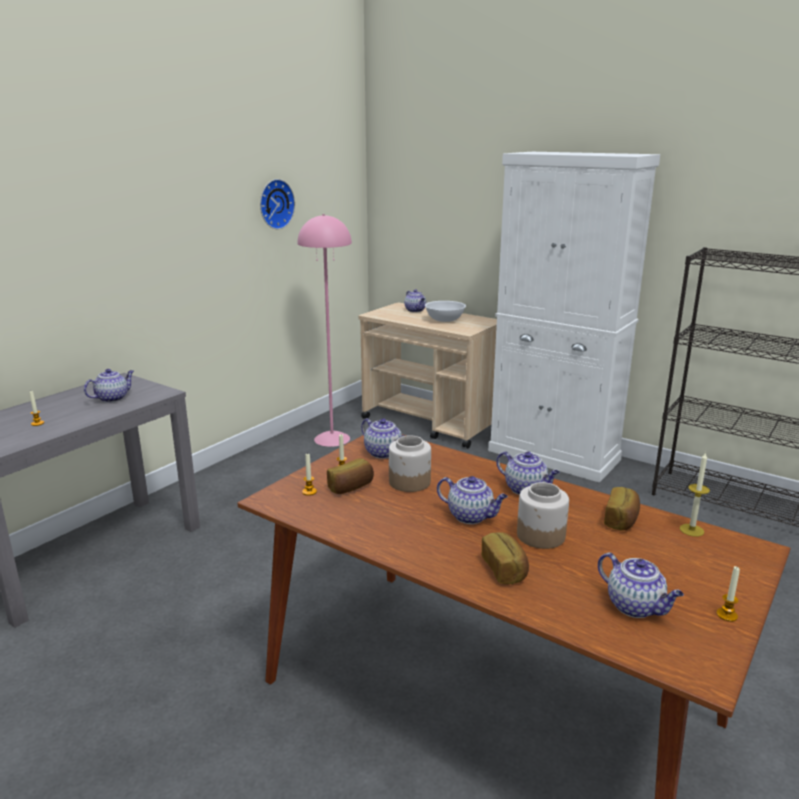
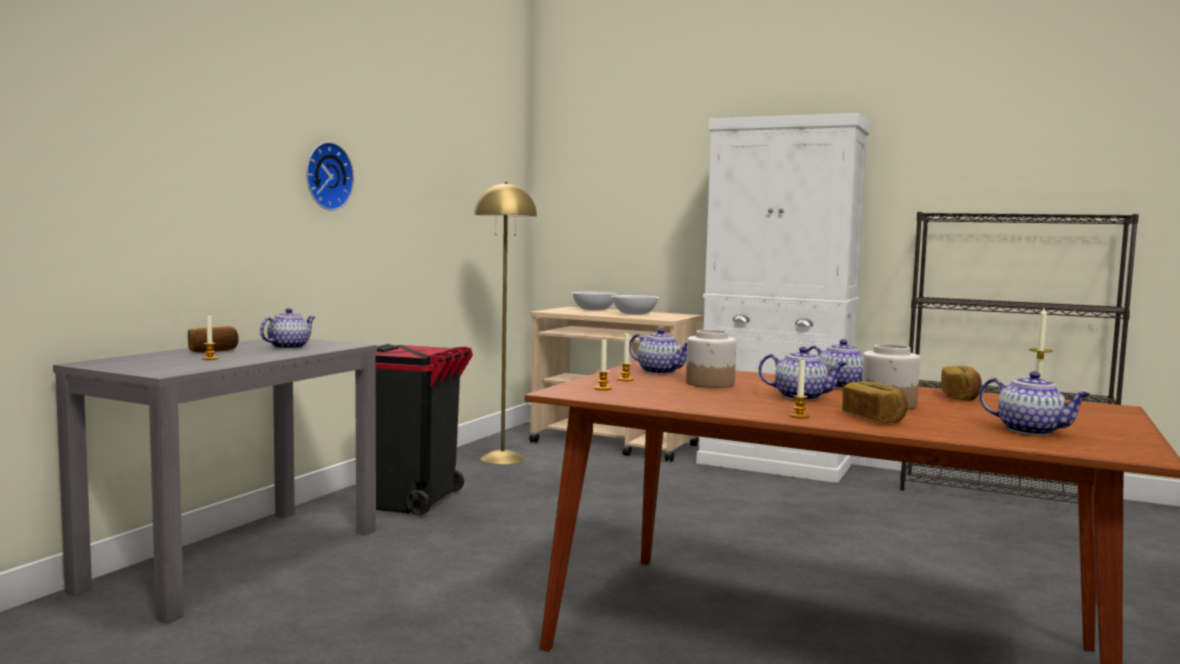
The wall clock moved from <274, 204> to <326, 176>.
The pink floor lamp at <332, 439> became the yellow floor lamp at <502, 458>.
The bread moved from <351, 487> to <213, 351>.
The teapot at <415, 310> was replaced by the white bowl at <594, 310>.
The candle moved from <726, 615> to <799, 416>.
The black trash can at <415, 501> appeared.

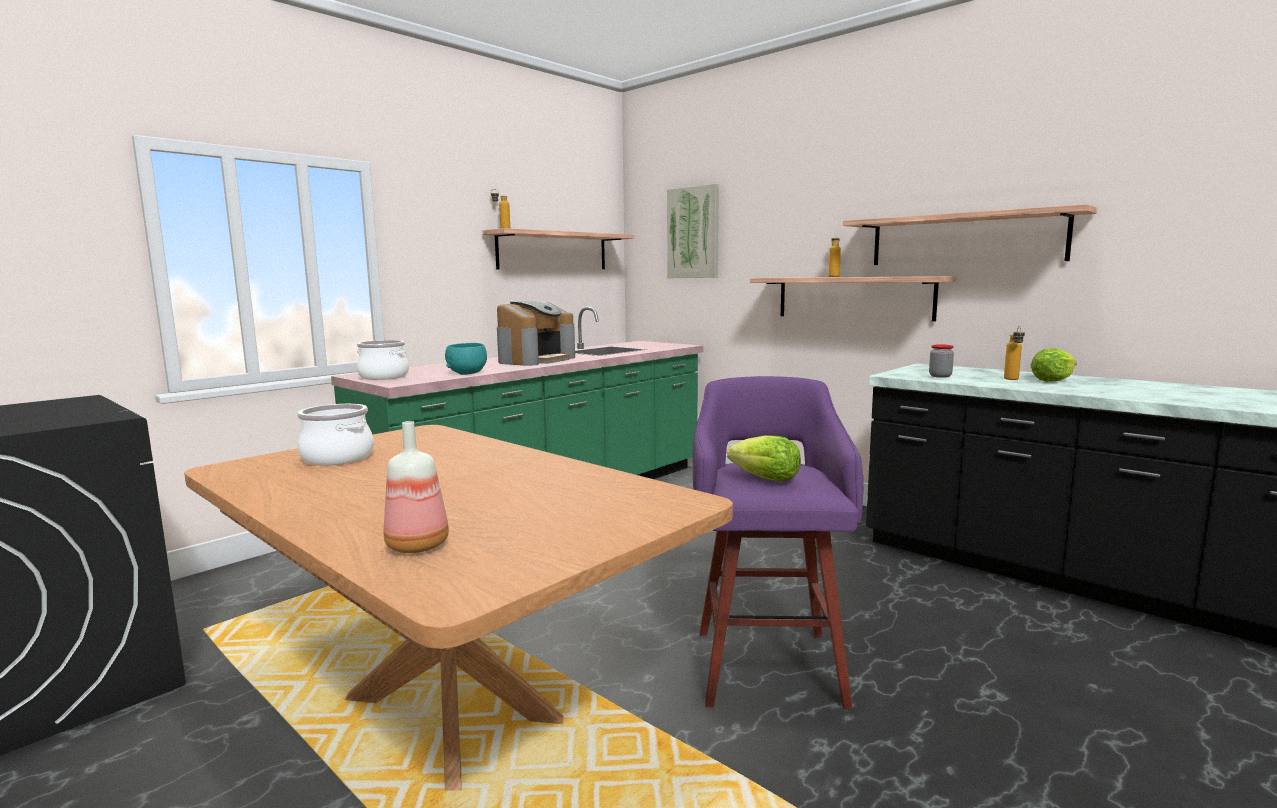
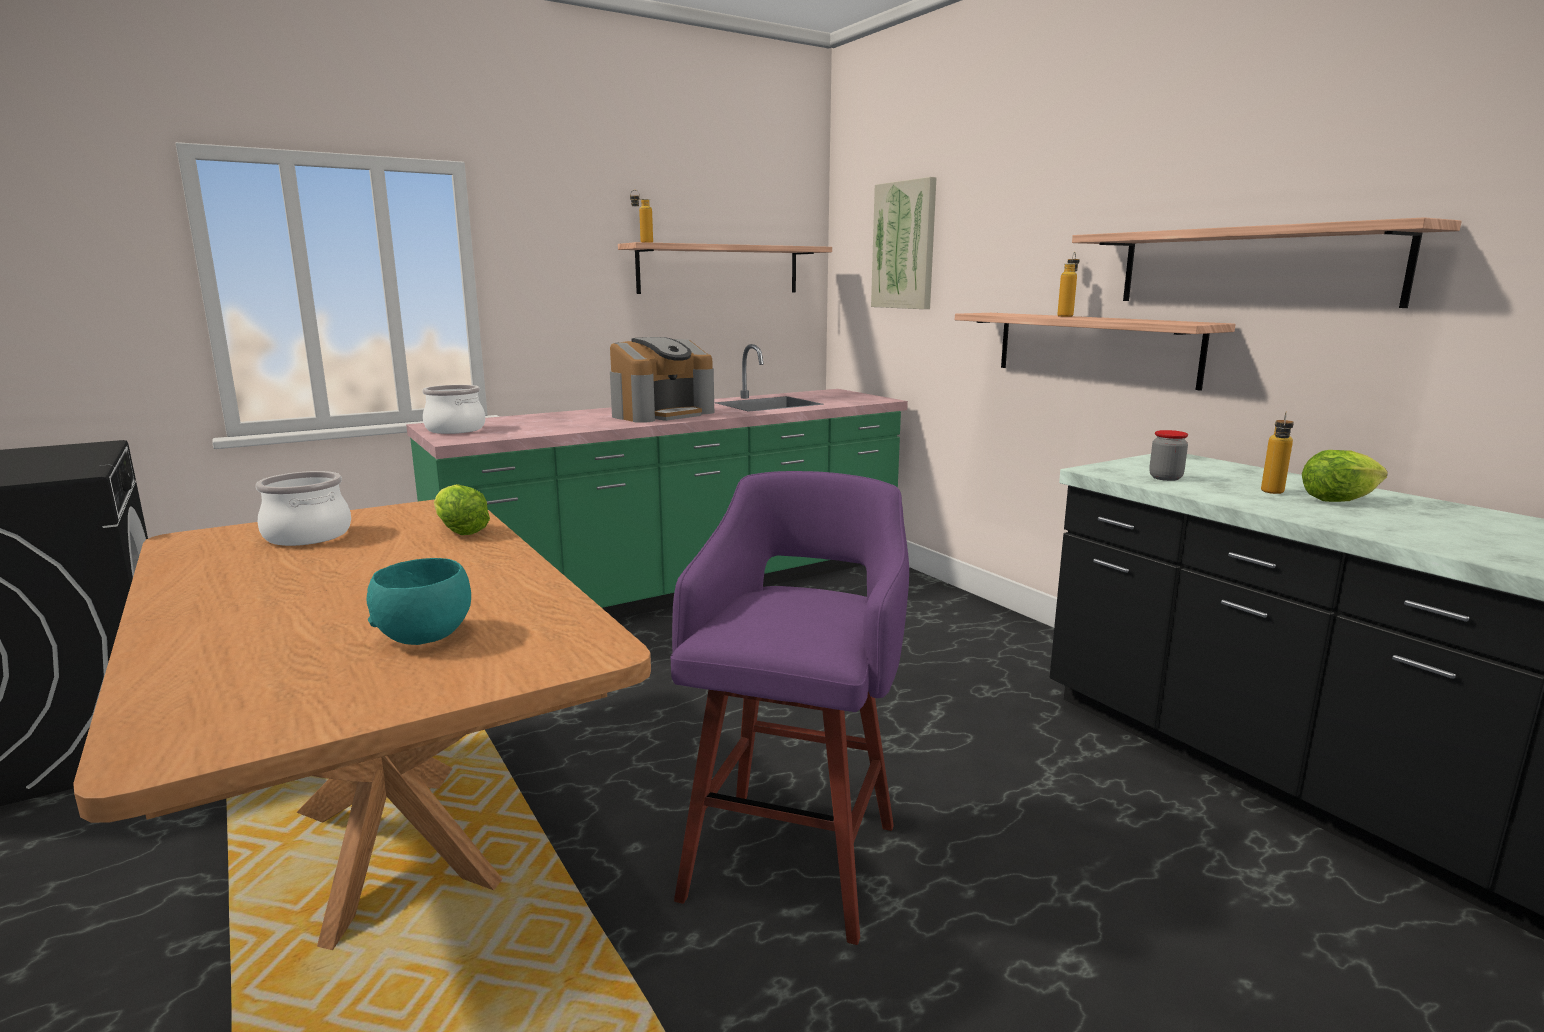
The bottle at <419, 546> disappeared.
The turquoise bowl moved from <467, 373> to <425, 636>.
The lettuce moved from <766, 479> to <460, 531>.

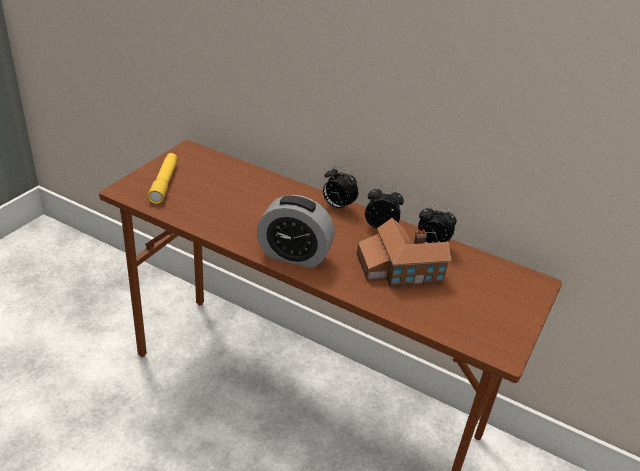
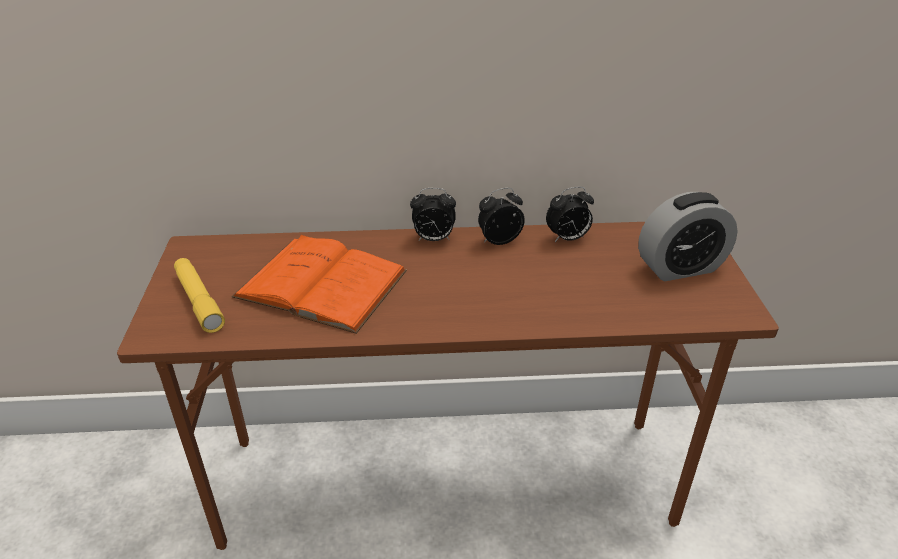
The alarm clock moved from <294, 255> to <680, 268>.
The toy house at <399, 269> disappeared.
The orange book at <321, 284> appeared.

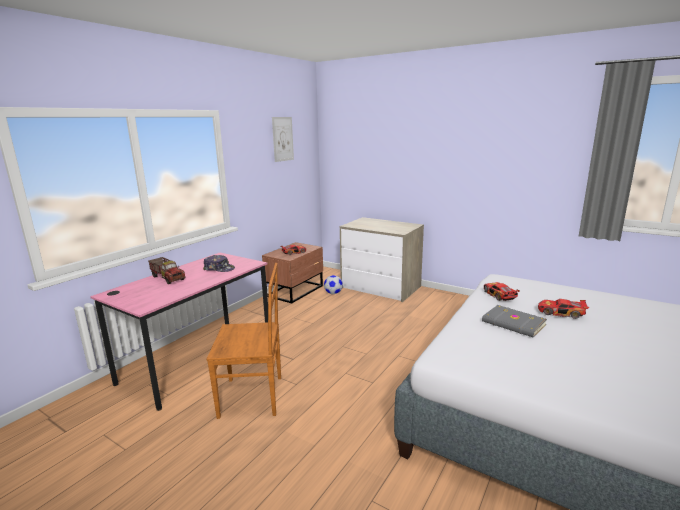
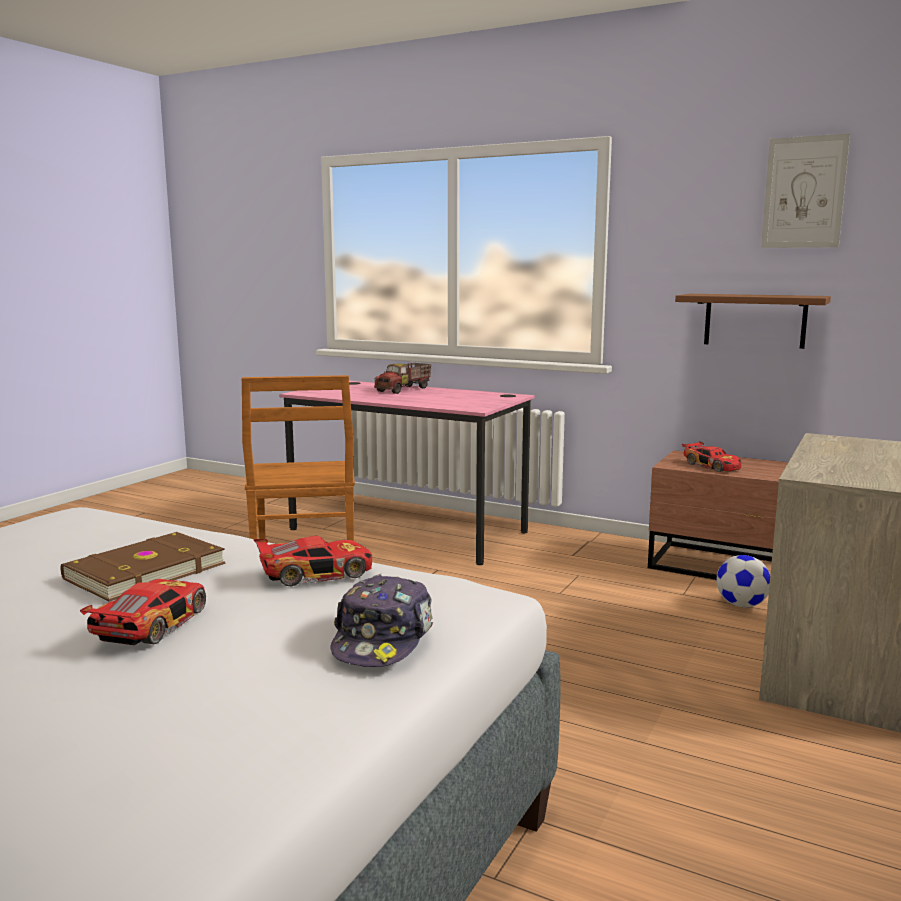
The cap moved from <219, 269> to <383, 639>.
The grey book at <513, 324> became the brown book at <143, 571>.
The brown shelf at <755, 320> appeared.

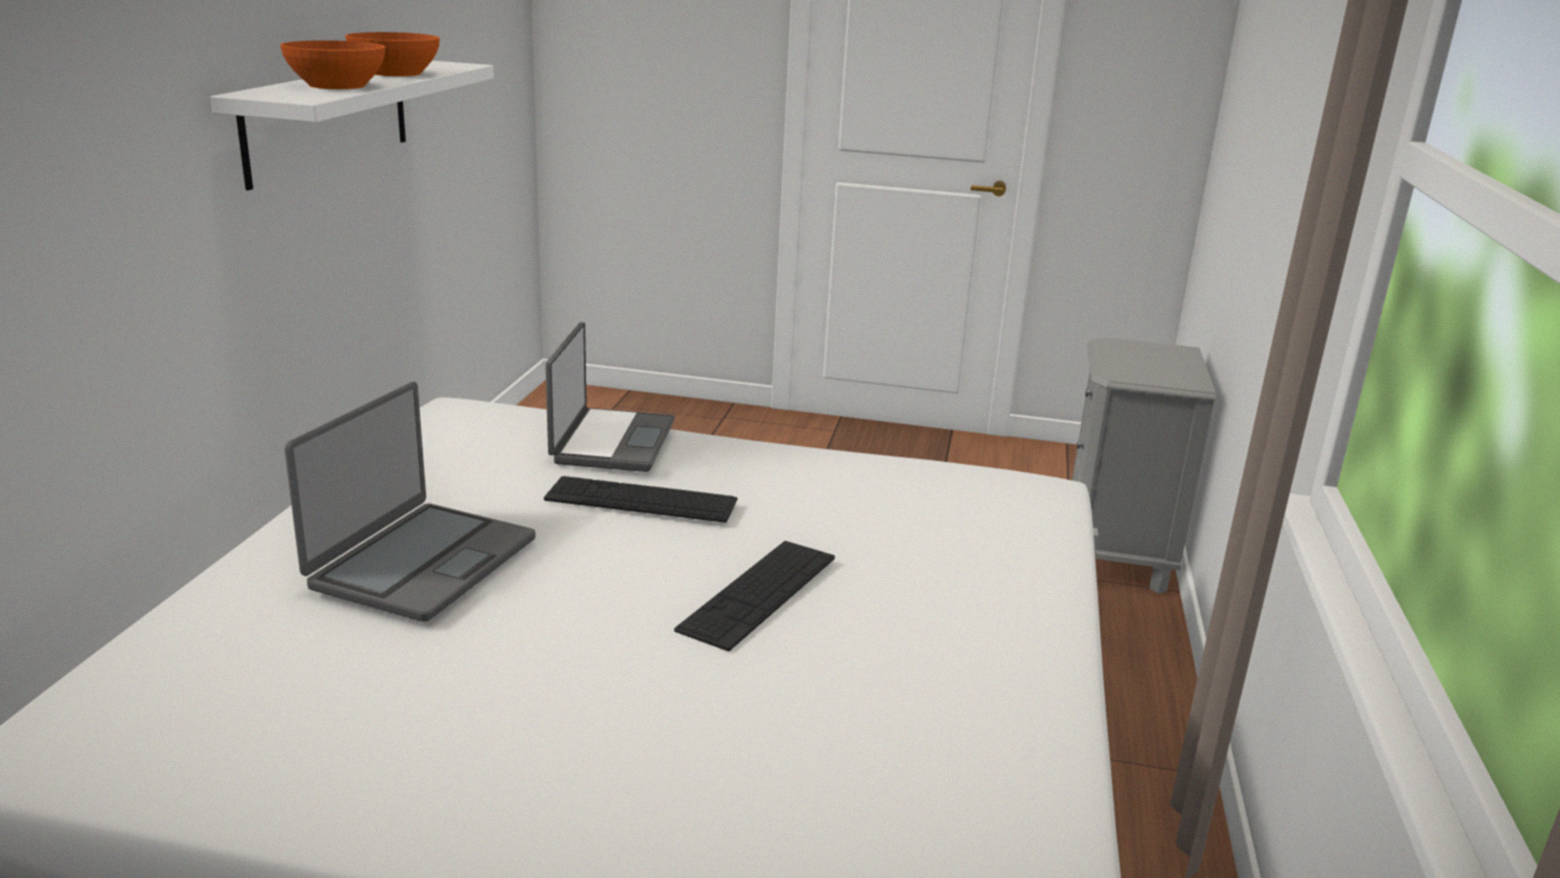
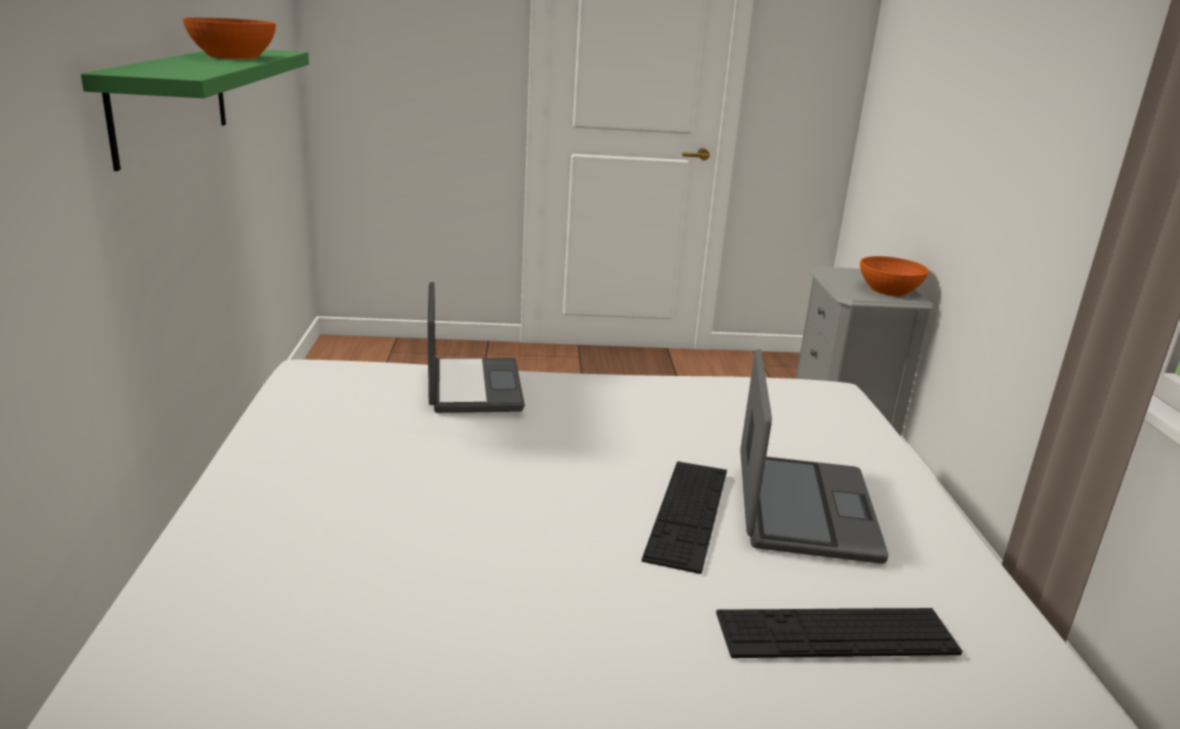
The white shelf at <328, 119> became the green shelf at <171, 101>.
The orange bowl moved from <336, 85> to <888, 290>.
The laptop moved from <422, 562> to <803, 509>.
The keyboard moved from <641, 500> to <836, 633>.

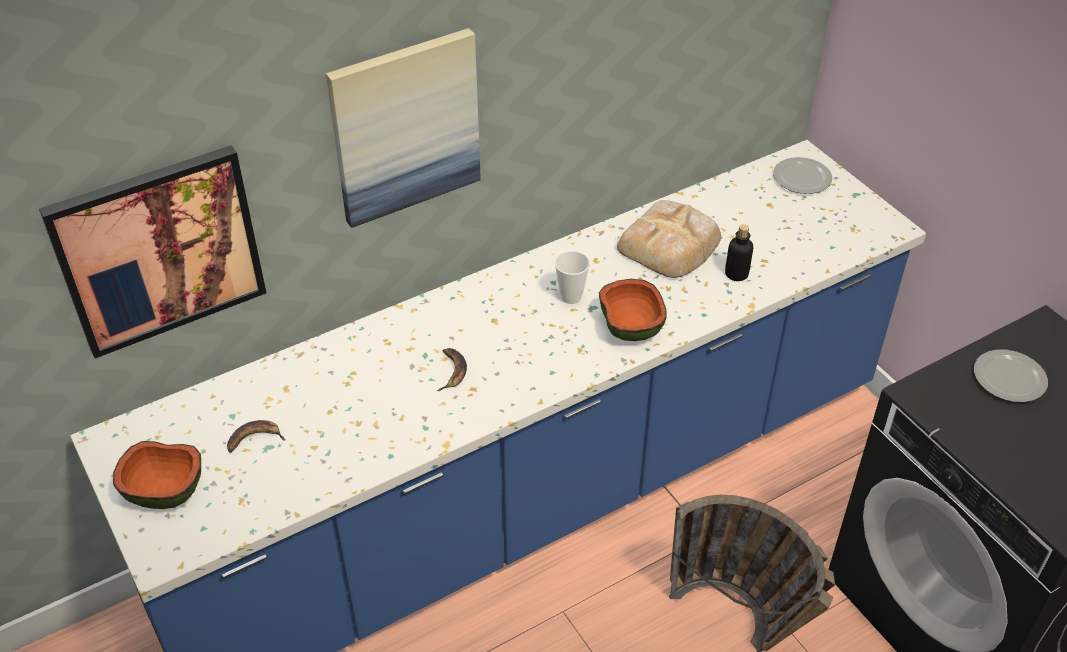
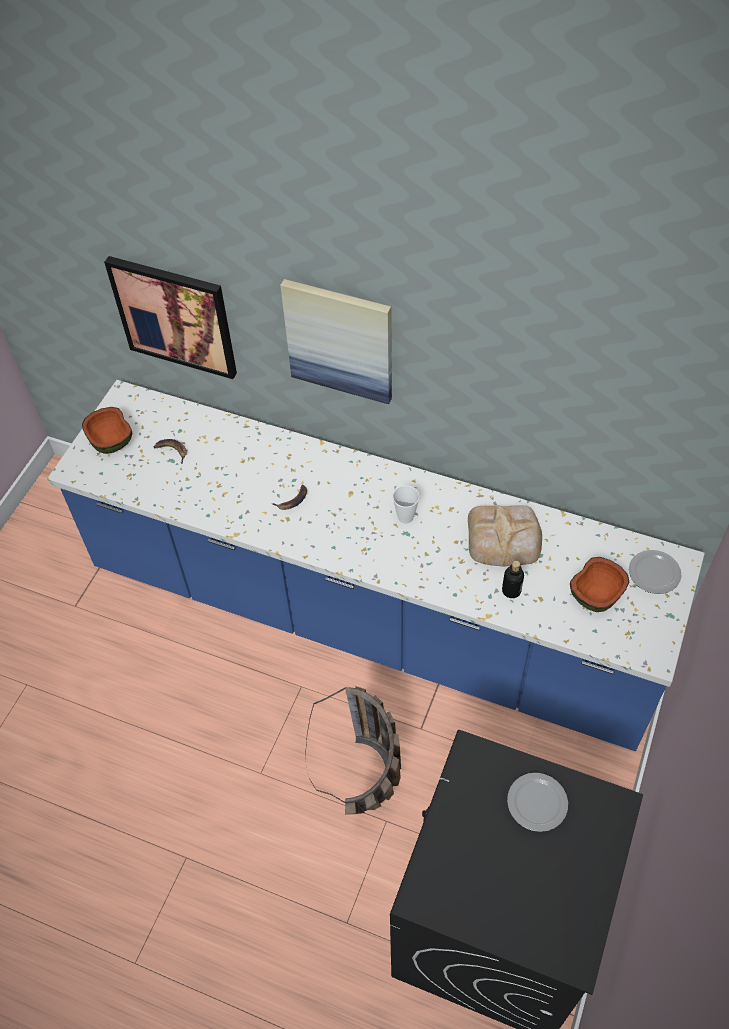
The bowl moved from <629, 326> to <595, 594>.

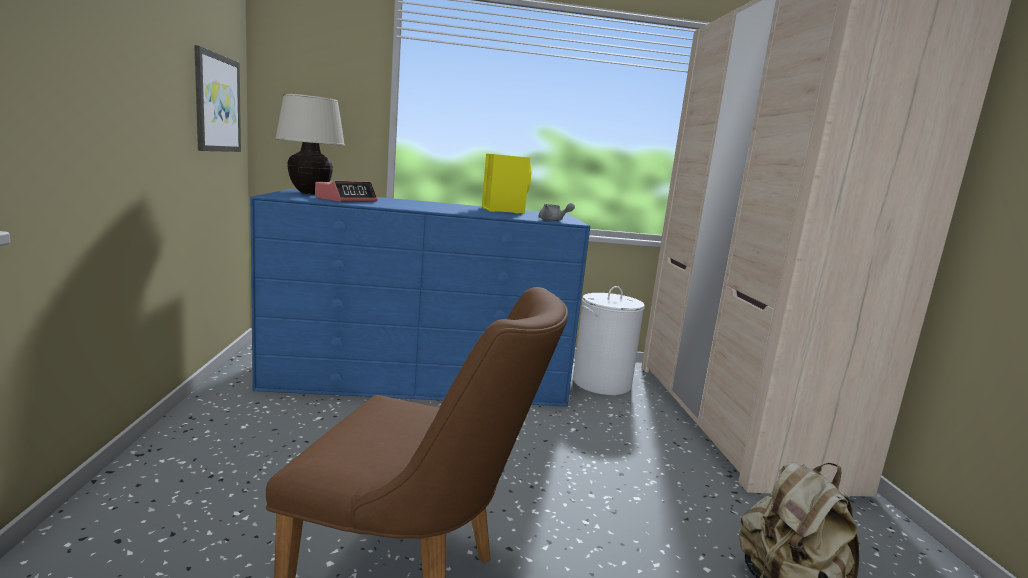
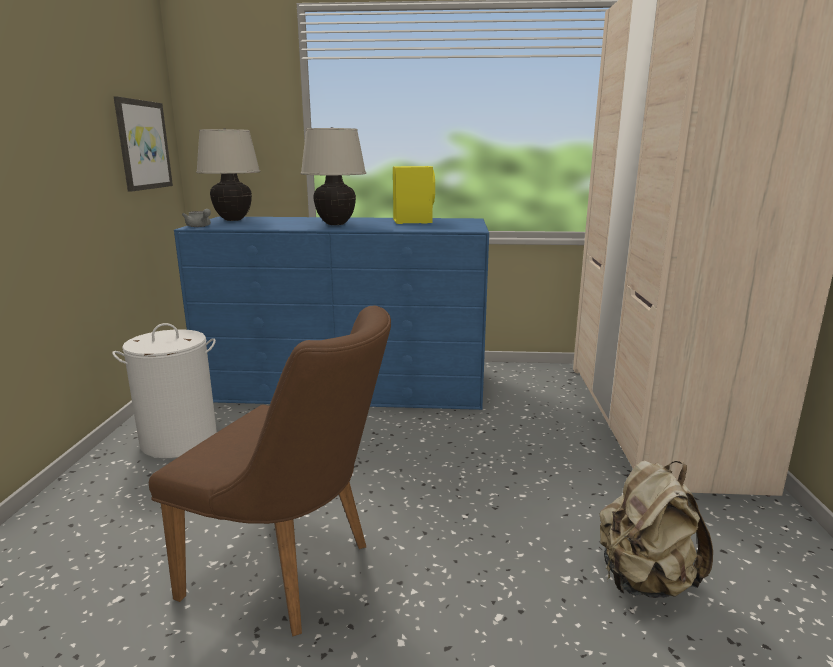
The alarm clock at <346, 200> disappeared.
The grey teapot moved from <553, 220> to <199, 226>.
The white laundry basket moved from <601, 383> to <178, 440>.
The beige table lamp at <336, 224> appeared.

